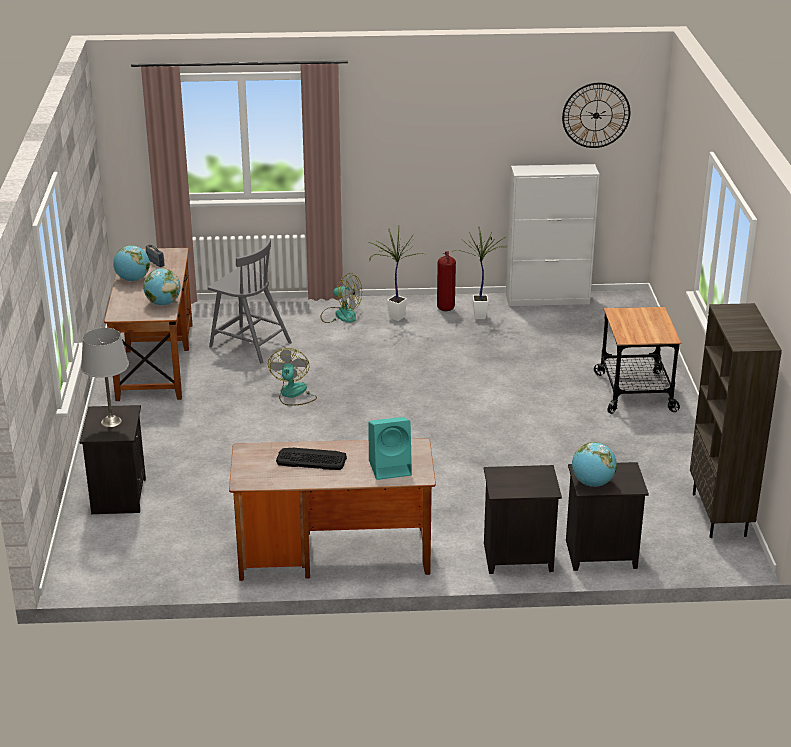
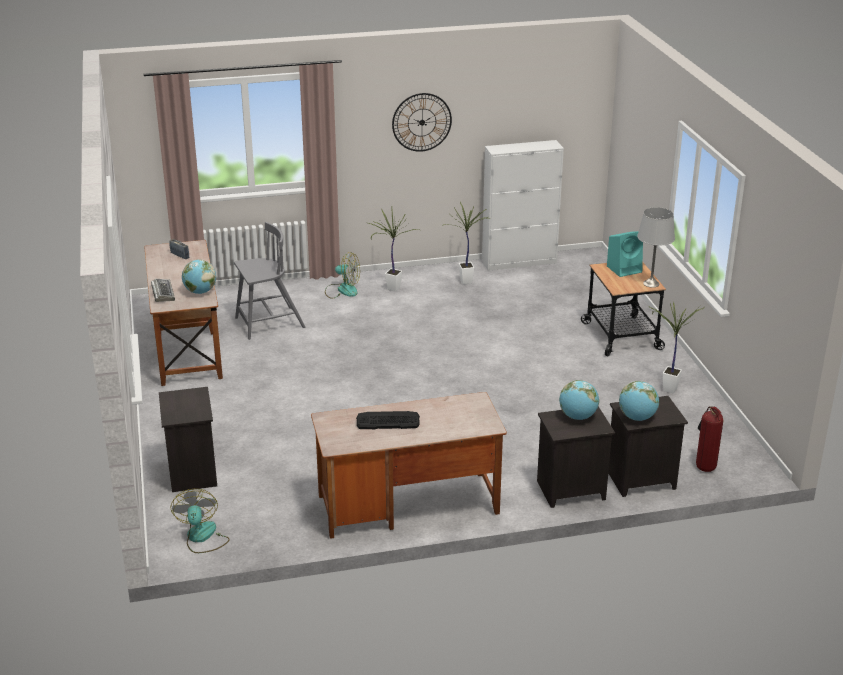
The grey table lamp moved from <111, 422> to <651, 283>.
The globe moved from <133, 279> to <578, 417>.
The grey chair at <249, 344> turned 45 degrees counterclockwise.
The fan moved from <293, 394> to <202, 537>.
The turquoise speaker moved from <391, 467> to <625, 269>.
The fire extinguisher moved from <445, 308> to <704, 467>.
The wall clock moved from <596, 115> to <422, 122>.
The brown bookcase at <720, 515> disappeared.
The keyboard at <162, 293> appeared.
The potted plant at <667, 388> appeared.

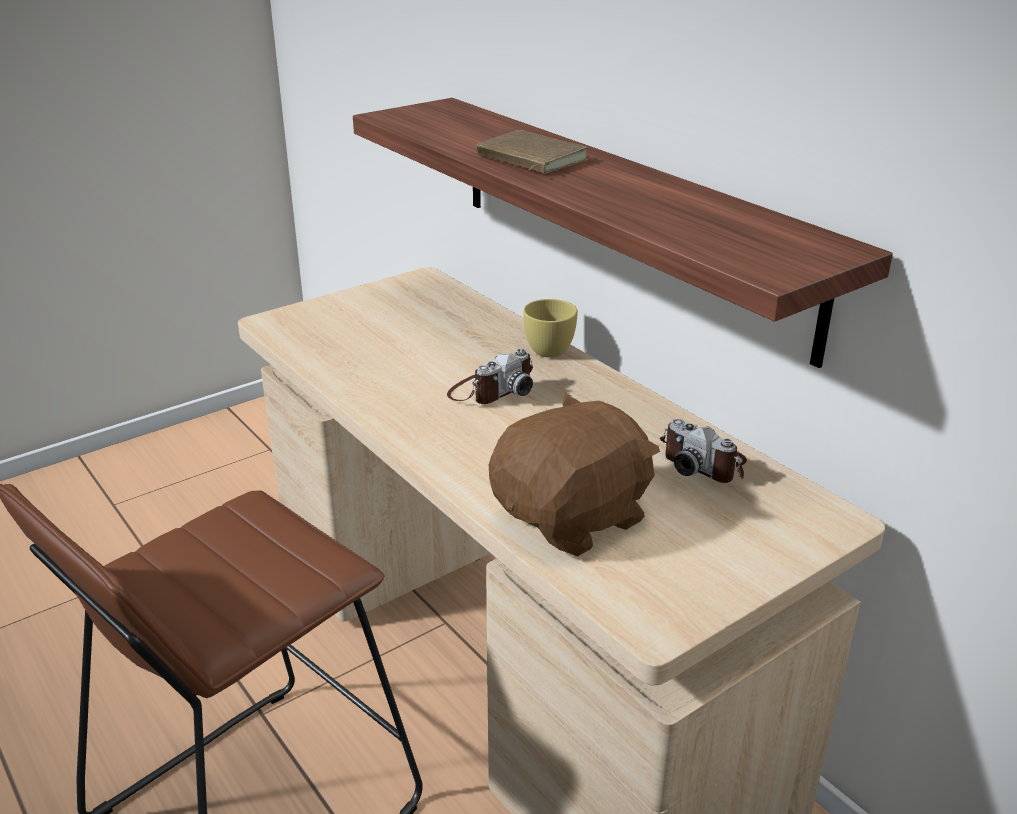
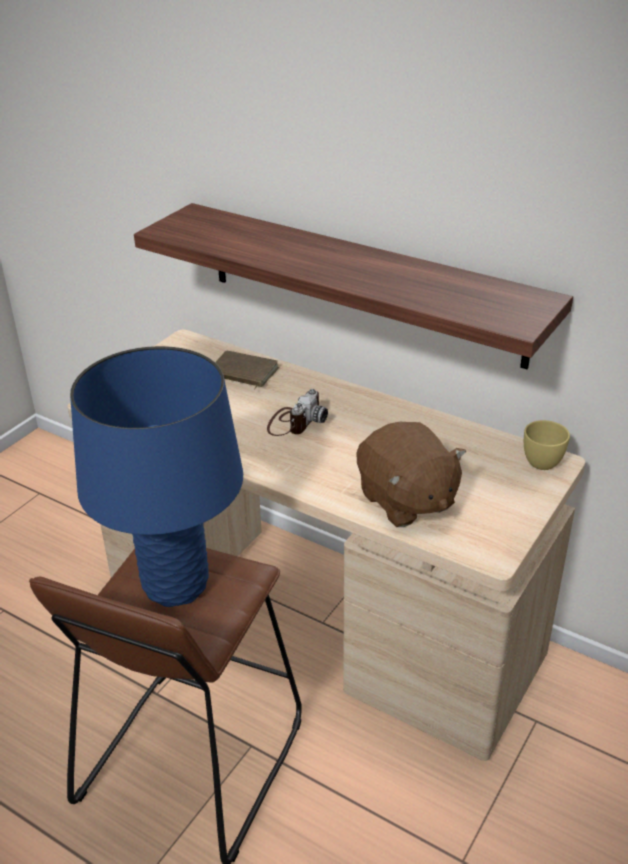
The brown book moved from <528, 159> to <242, 373>.
The brown plush toy at <573, 518> turned 120 degrees clockwise.
The yellow cup moved from <553, 348> to <542, 459>.
The photo camera at <704, 462> disappeared.
The blue table lamp at <176, 585> appeared.

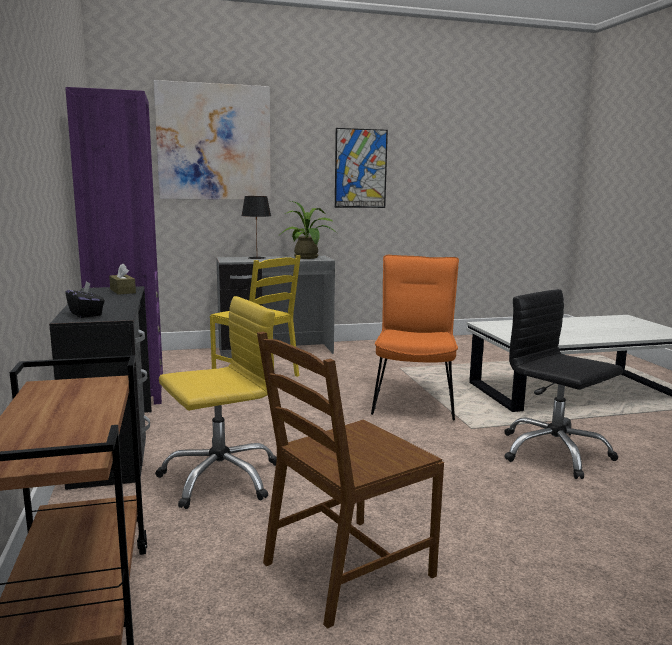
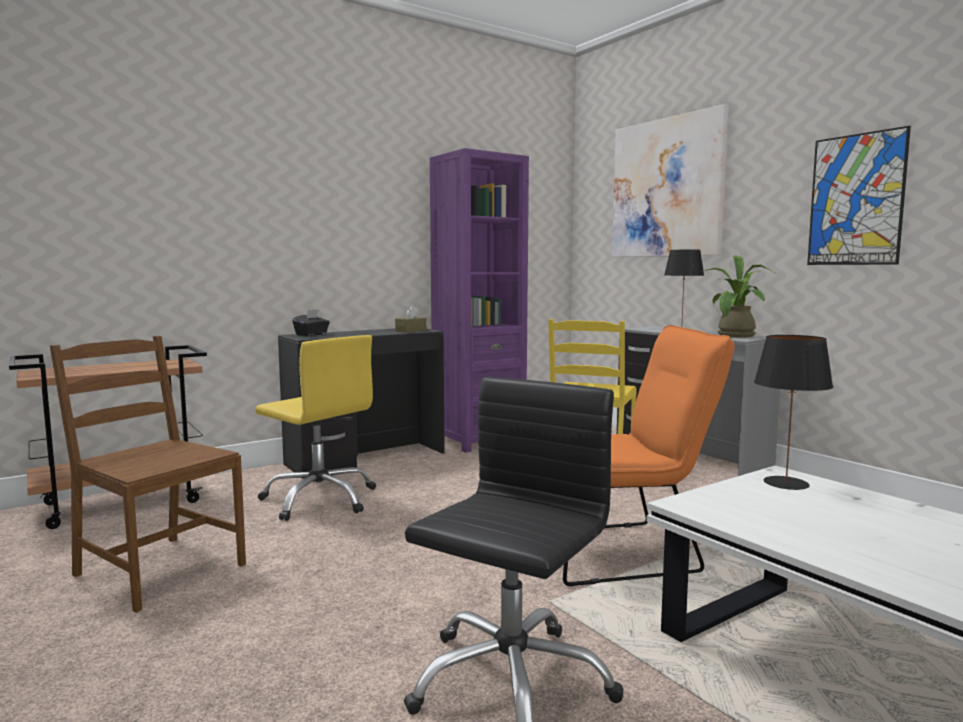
The black table lamp at <785, 483> appeared.

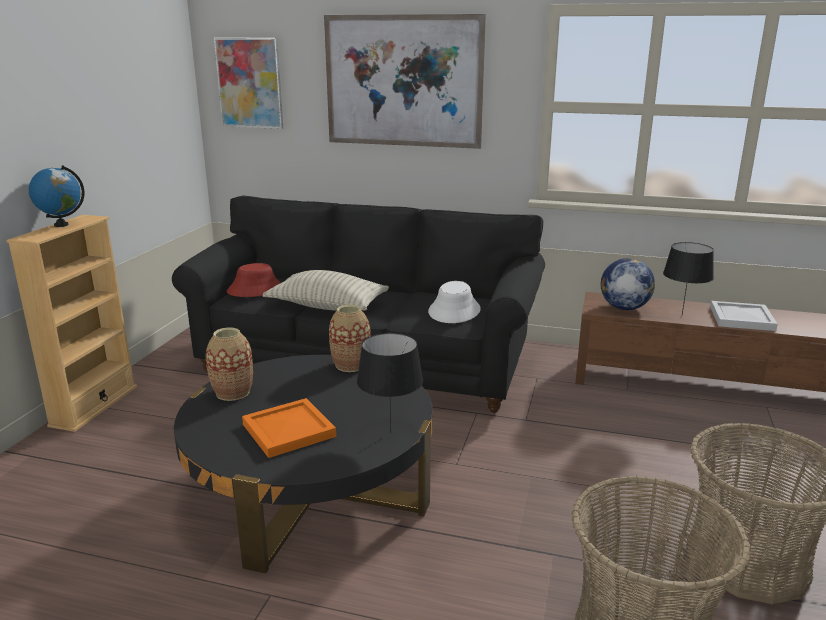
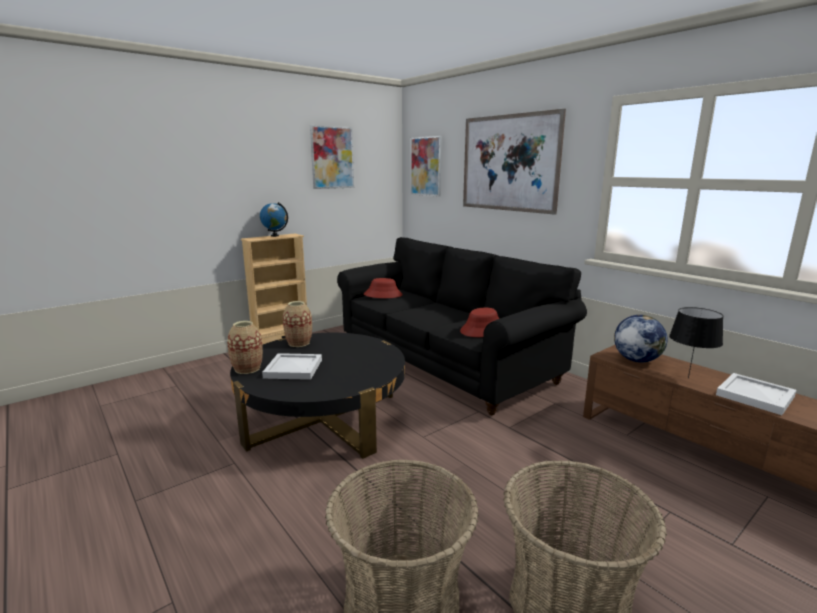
The orange tray at <289, 429> became the white tray at <294, 368>.
The pillow at <327, 307> disappeared.
The vase moved from <350, 365> to <247, 369>.
The black table lamp at <389, 433> disappeared.
The white hat at <454, 311> became the red hat at <483, 330>.
The picture at <332, 157> appeared.

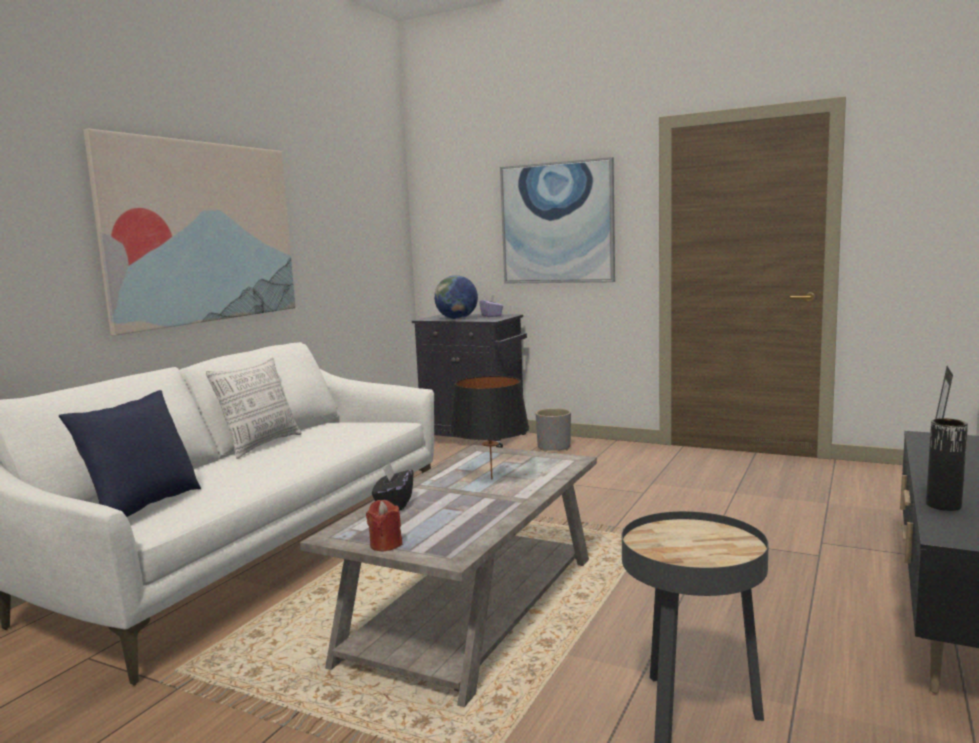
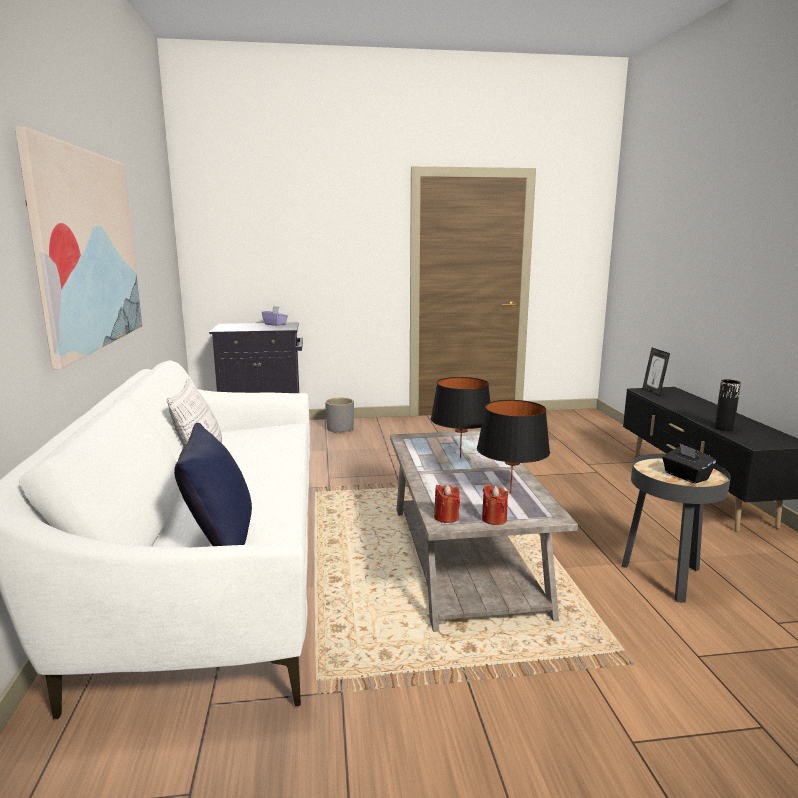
The black tissue box moved from <394, 503> to <685, 476>.
The globe at <457, 318> disappeared.
The picture at <557, 223> disappeared.
The red candle at <446, 517> appeared.
The black table lamp at <510, 493> appeared.

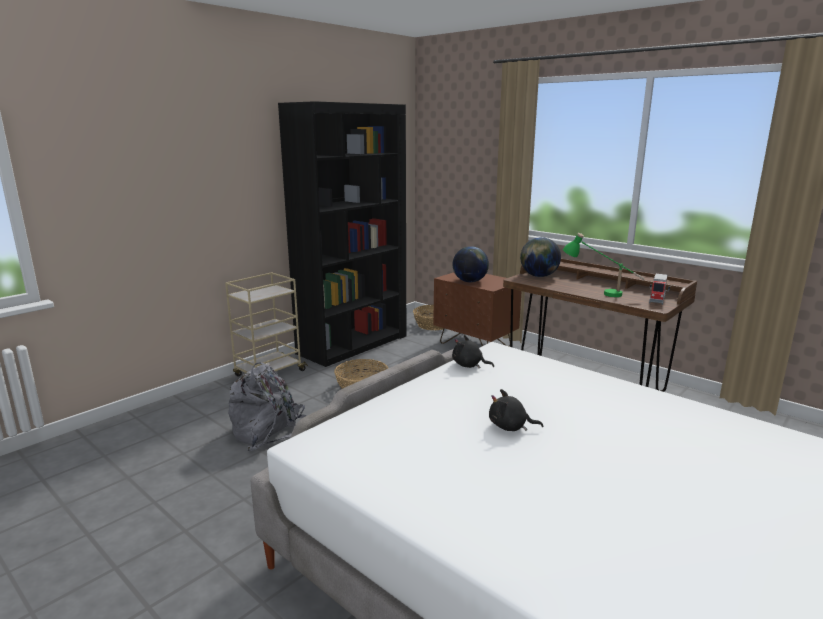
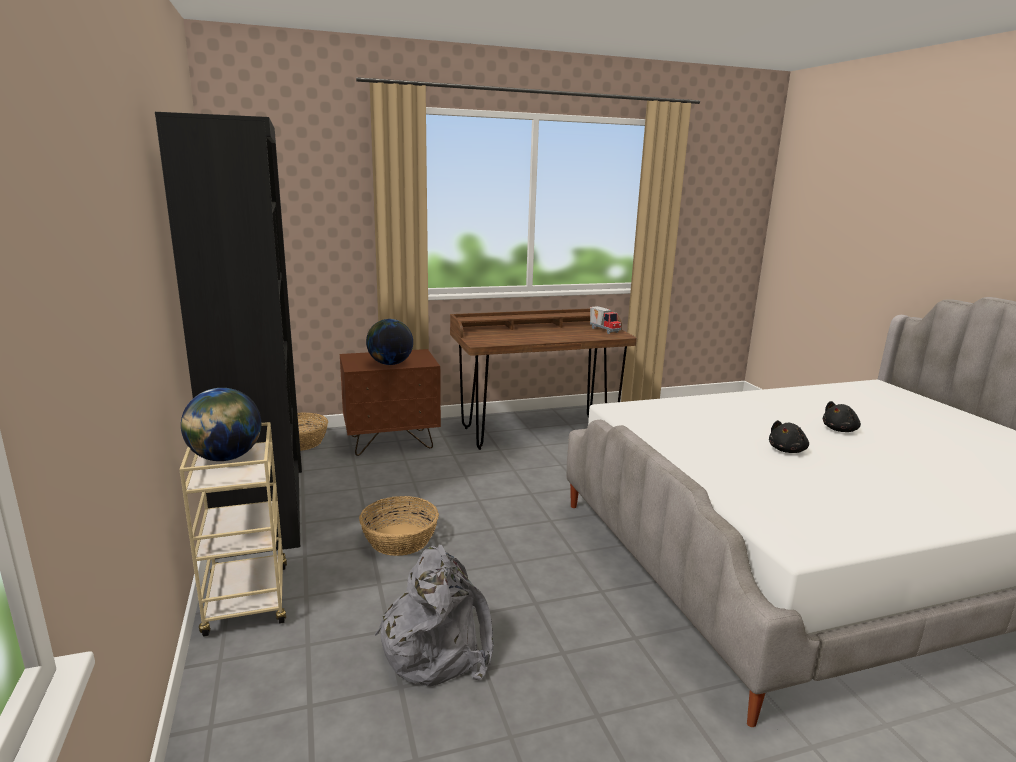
The black plush toy moved from <469, 365> to <840, 430>.
The globe moved from <538, 276> to <225, 458>.
The green table lamp at <599, 292> disappeared.

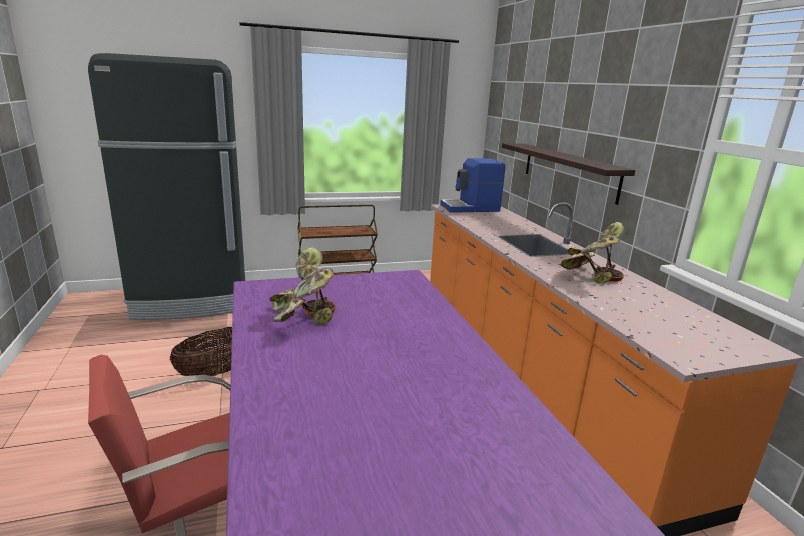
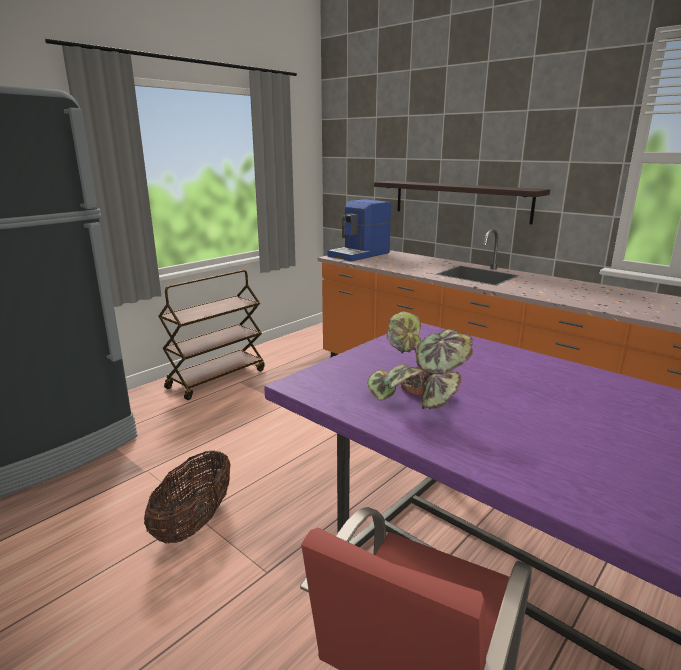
The potted plant at <588, 276> disappeared.

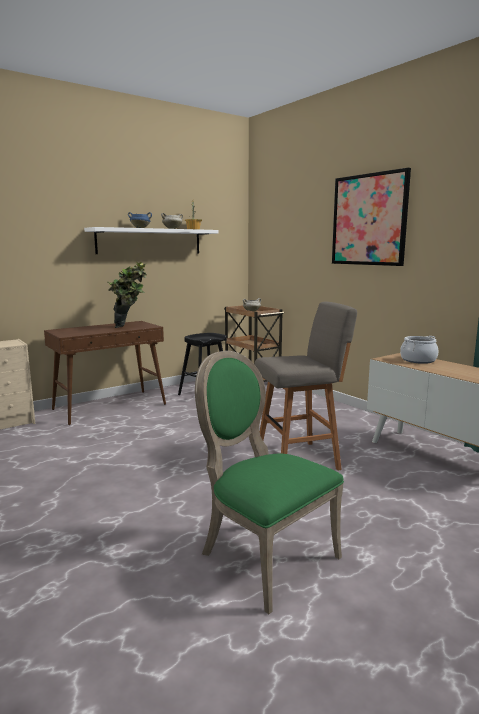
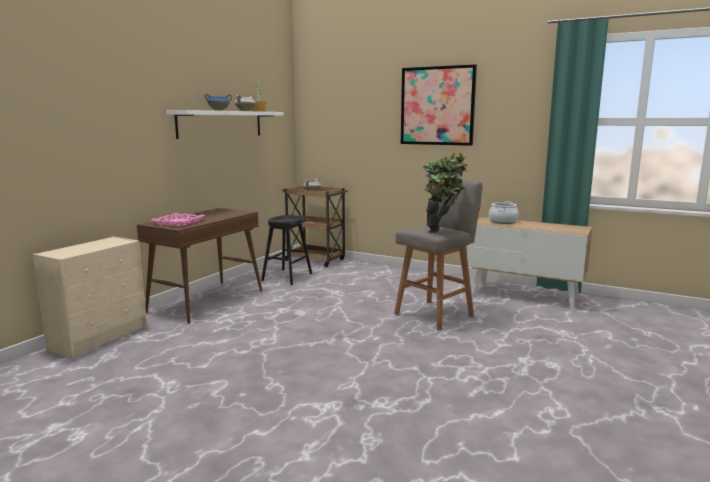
The potted plant moved from <130, 327> to <442, 230>.
The green chair at <263, 555> disappeared.
The pink tray at <178, 222> appeared.

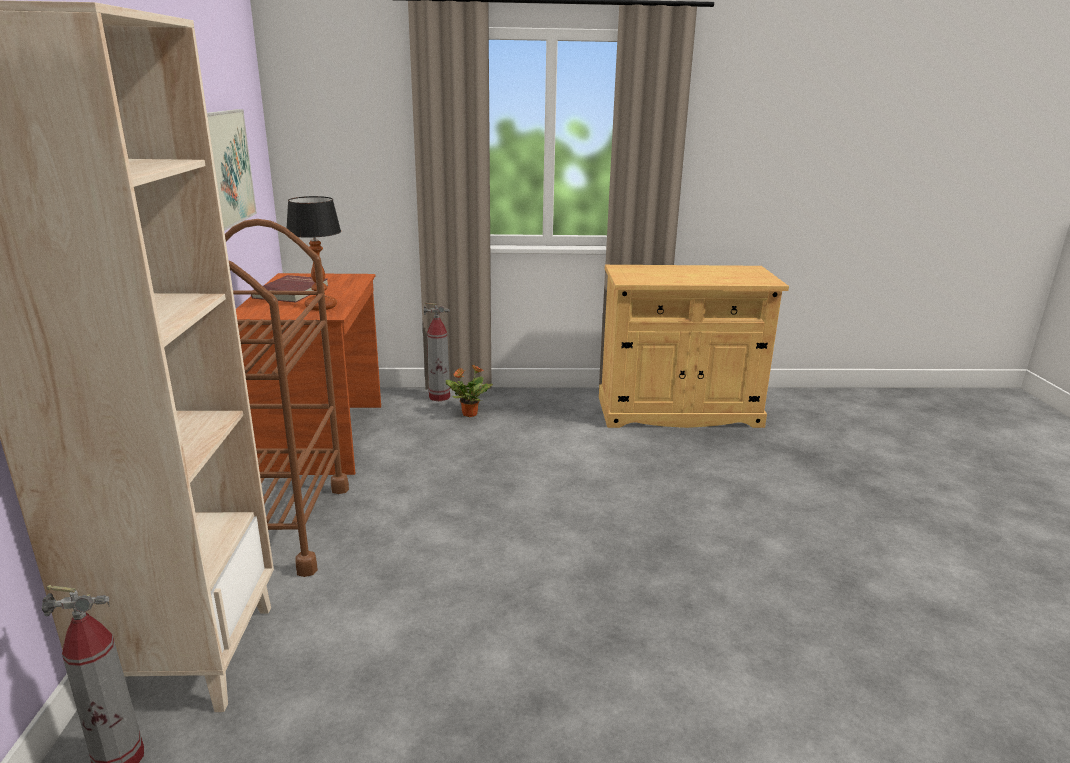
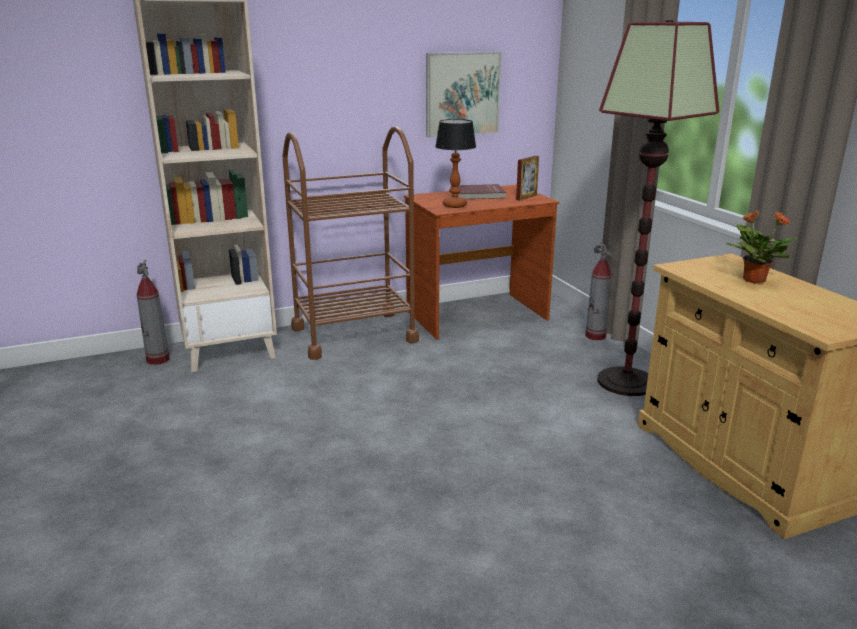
The potted plant moved from <469, 414> to <753, 280>.
The picture frame at <526, 197> appeared.
The floor lamp at <627, 382> appeared.

